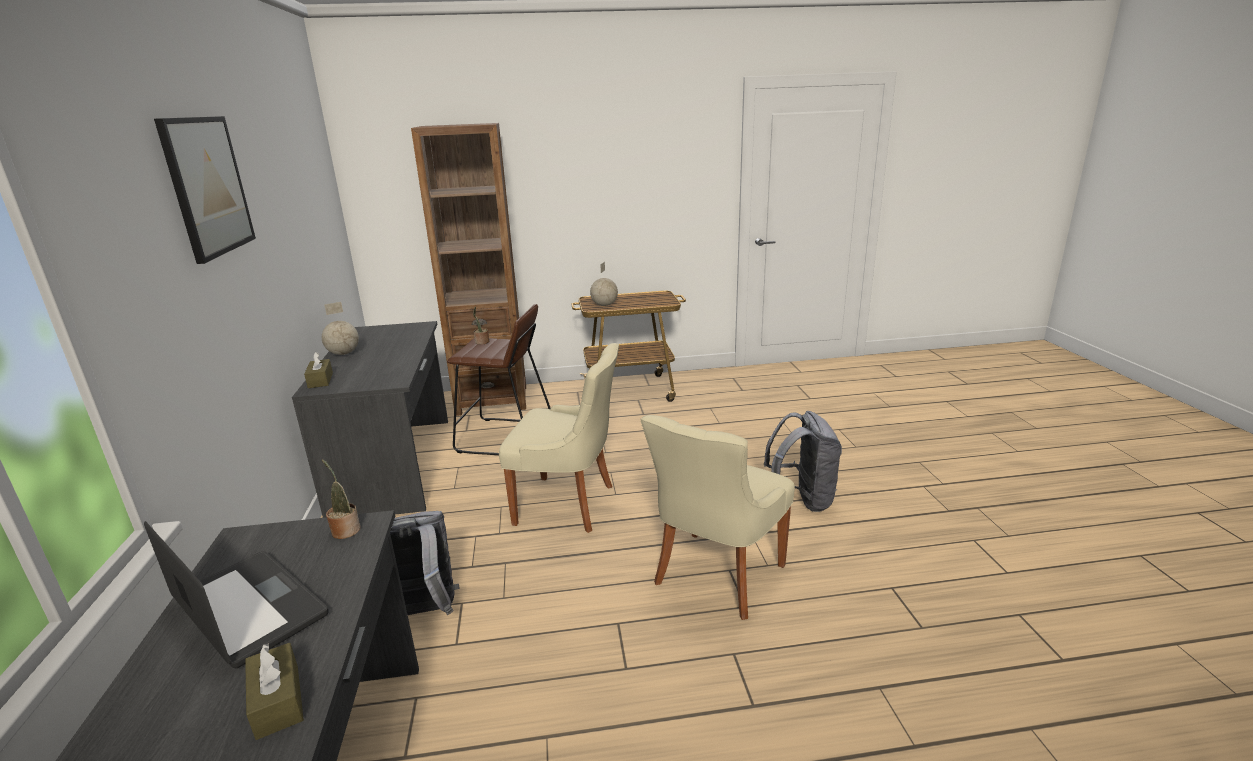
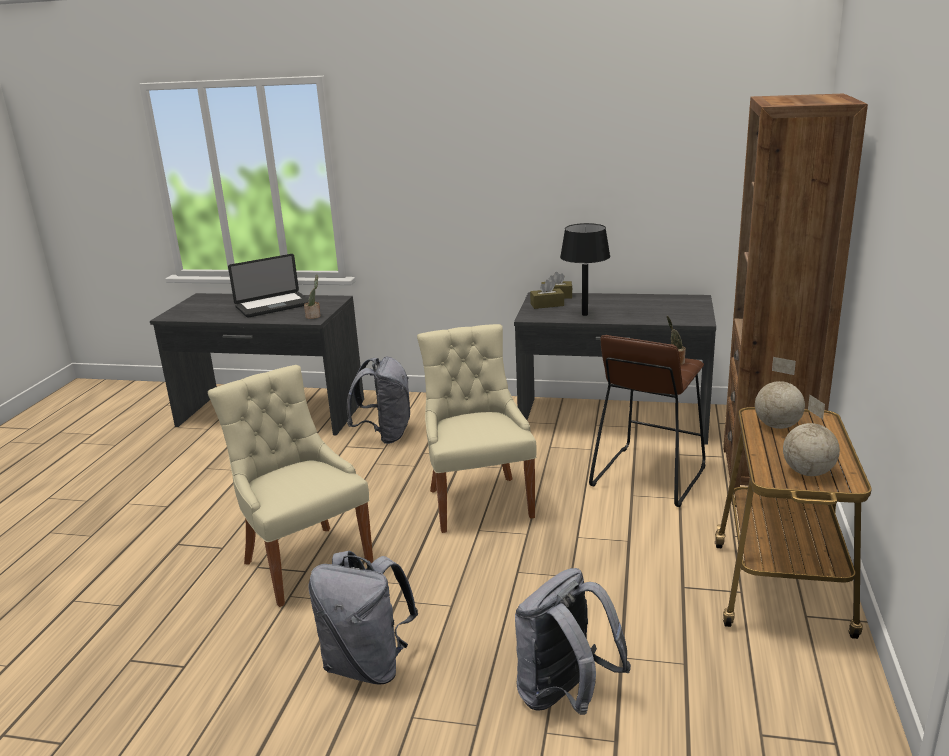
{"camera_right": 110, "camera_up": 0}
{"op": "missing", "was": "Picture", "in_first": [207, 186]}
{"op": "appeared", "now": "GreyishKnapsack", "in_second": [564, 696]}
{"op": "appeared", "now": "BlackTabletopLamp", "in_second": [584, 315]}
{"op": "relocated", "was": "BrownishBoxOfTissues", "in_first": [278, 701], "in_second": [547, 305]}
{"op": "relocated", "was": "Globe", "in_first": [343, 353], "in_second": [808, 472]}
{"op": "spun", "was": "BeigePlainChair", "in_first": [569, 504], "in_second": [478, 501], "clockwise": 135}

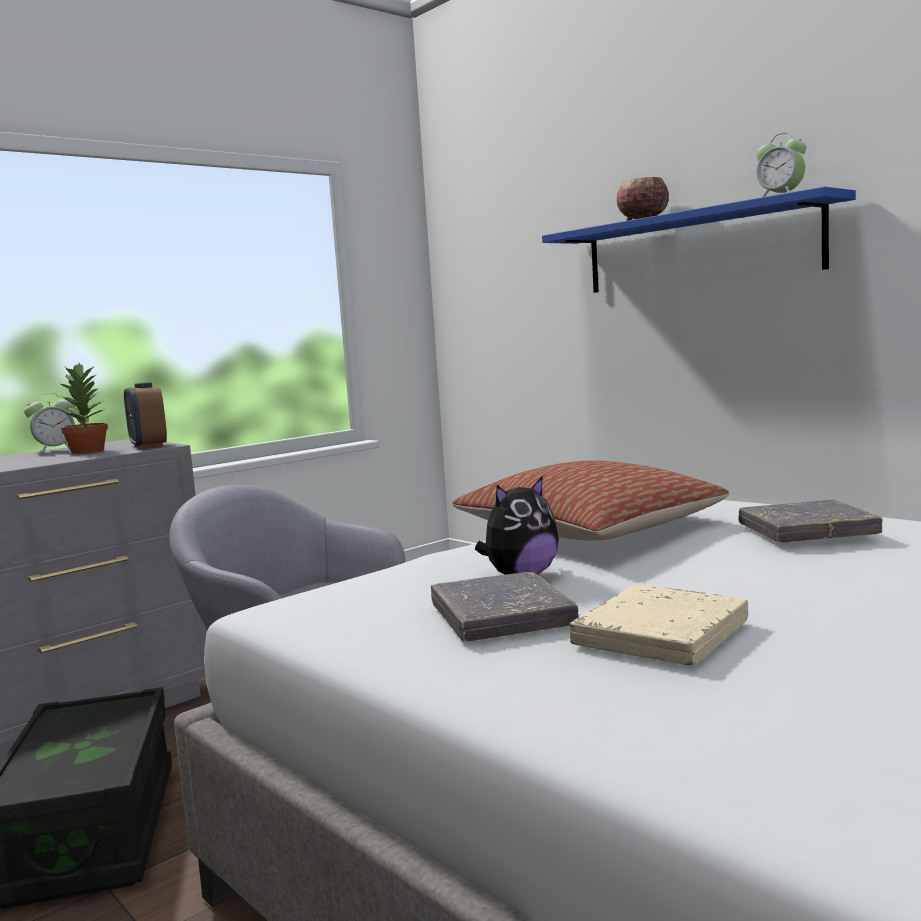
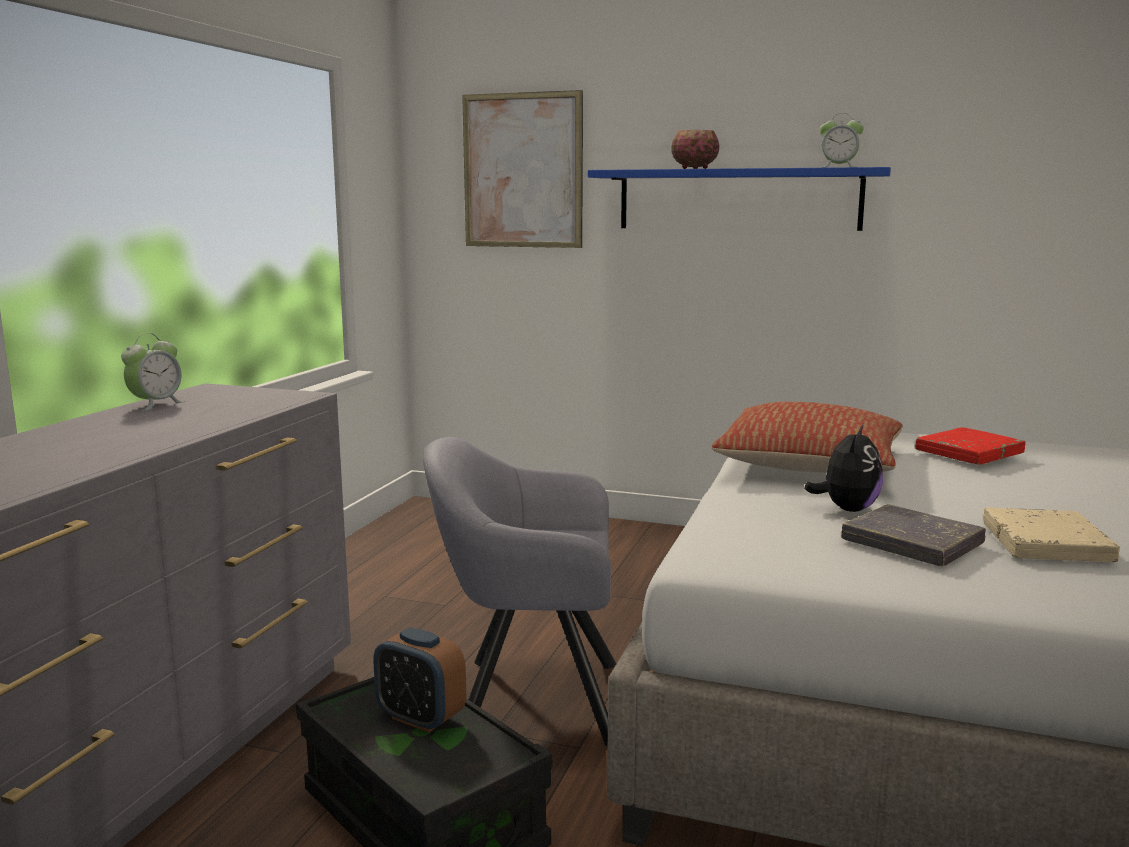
{"camera_right": -30, "camera_up": 5}
{"op": "missing", "was": "PlantInAPot", "in_first": [88, 451]}
{"op": "appeared", "now": "Picture", "in_second": [522, 171]}
{"op": "relocated", "was": "TableClock", "in_first": [148, 446], "in_second": [420, 718]}
{"op": "colour", "was": "GreyishBook", "now": "ReddishBook", "in_first": [807, 530], "in_second": [968, 453]}

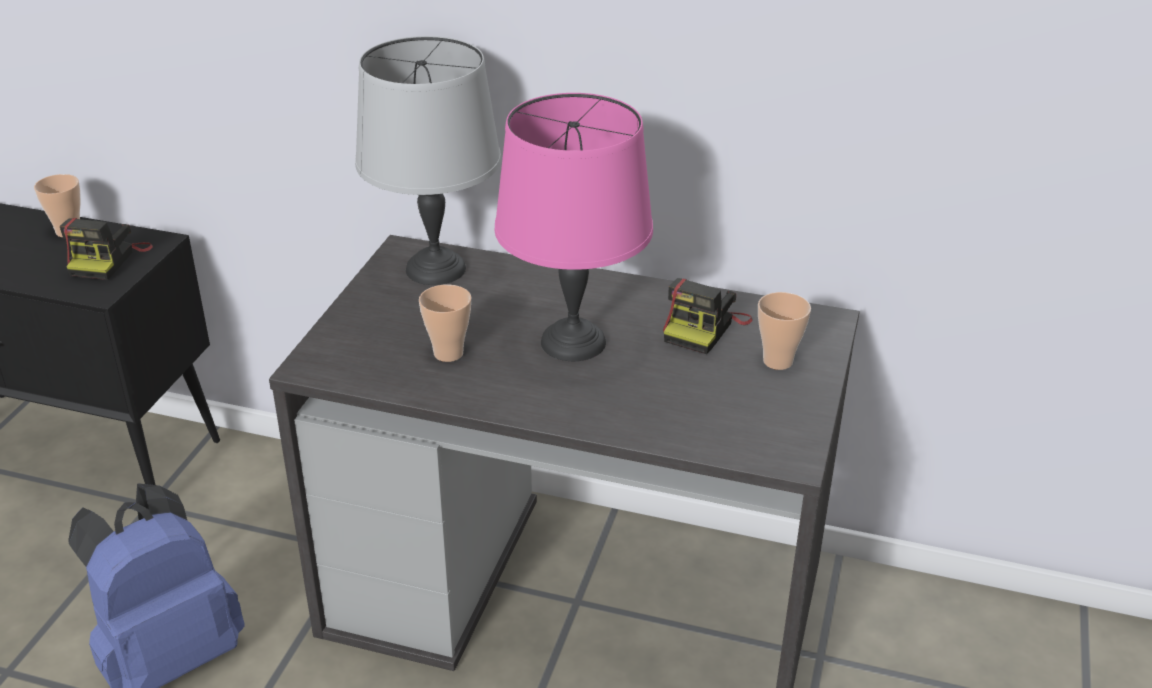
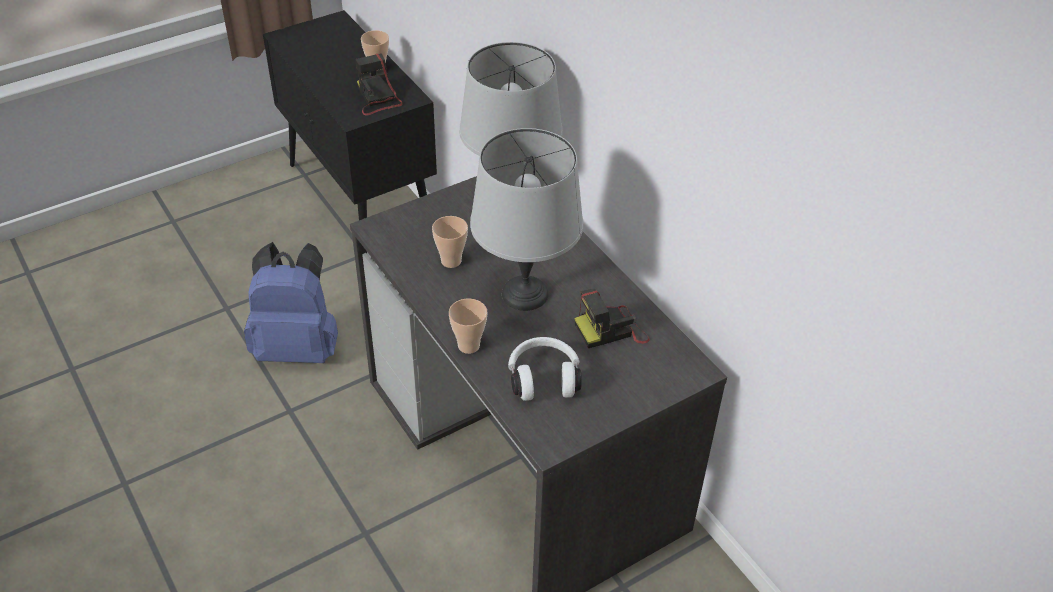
{"camera_right": 40, "camera_up": 10}
{"op": "appeared", "now": "WhiteColouredPairOfHeadphones", "in_second": [543, 377]}
{"op": "relocated", "was": "SmallCup", "in_first": [778, 361], "in_second": [468, 345]}
{"op": "colour", "was": "PinkishTabletopLamp", "now": "GreyishTabletopLamp", "in_first": [574, 342], "in_second": [525, 294]}
{"op": "spun", "was": "PhotoCamera", "in_first": [108, 259], "in_second": [377, 98], "clockwise": 105}

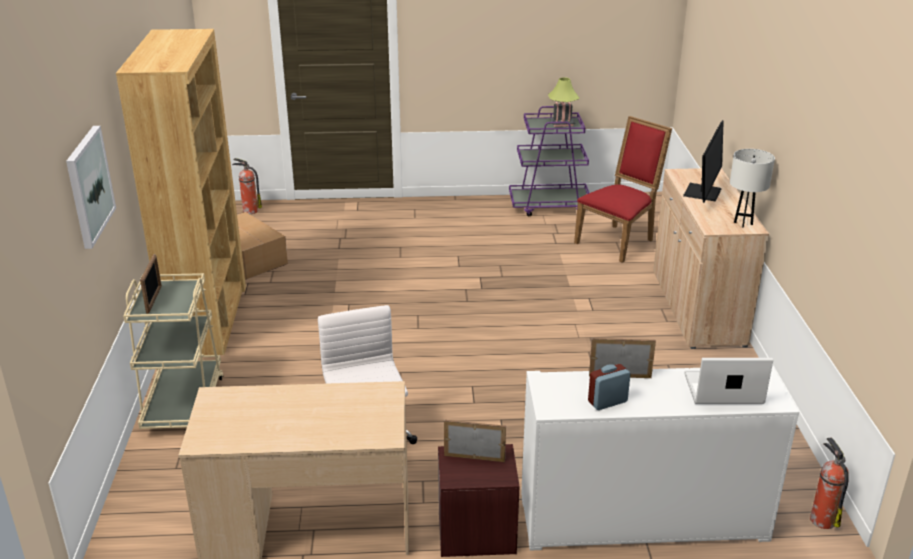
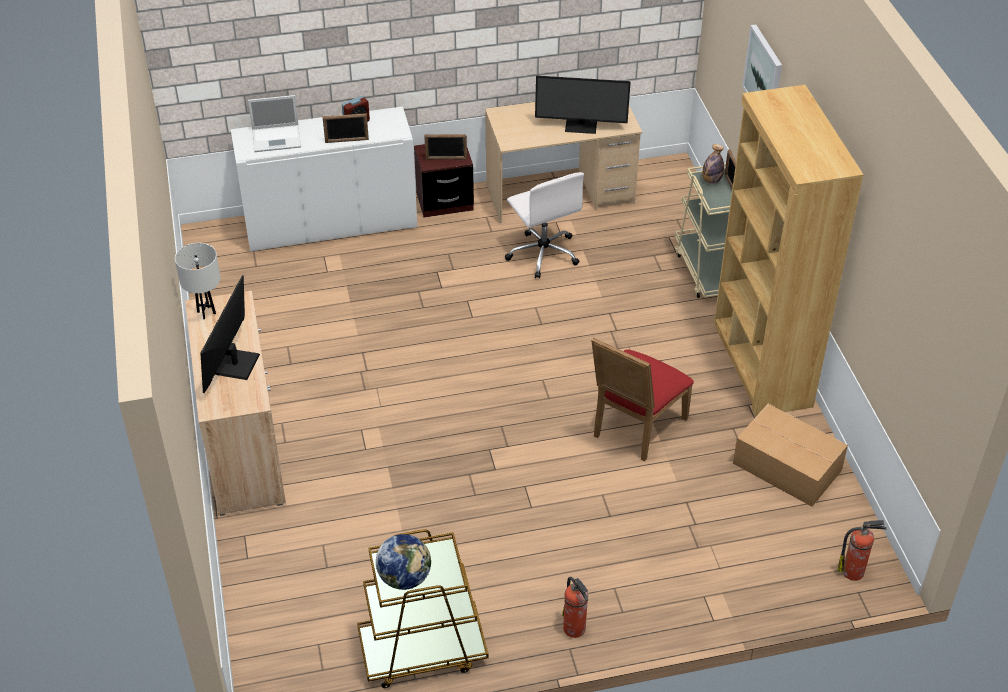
{"camera_right": 170, "camera_up": 15}
{"op": "appeared", "now": "Monitor", "in_second": [581, 124]}
{"op": "appeared", "now": "DrinkBottle", "in_second": [711, 180]}
{"op": "relocated", "was": "ReddishPlainChair", "in_first": [618, 241], "in_second": [635, 429]}
{"op": "relocated", "was": "FireExtinguisher", "in_first": [821, 519], "in_second": [575, 629]}
{"op": "exchanged", "was": "TabletopLamp", "now": "Globe", "in_first": [562, 123], "in_second": [405, 578]}
{"op": "colour", "was": "PurpleColouredCart", "now": "BrownishCart", "in_first": [550, 206], "in_second": [422, 650]}

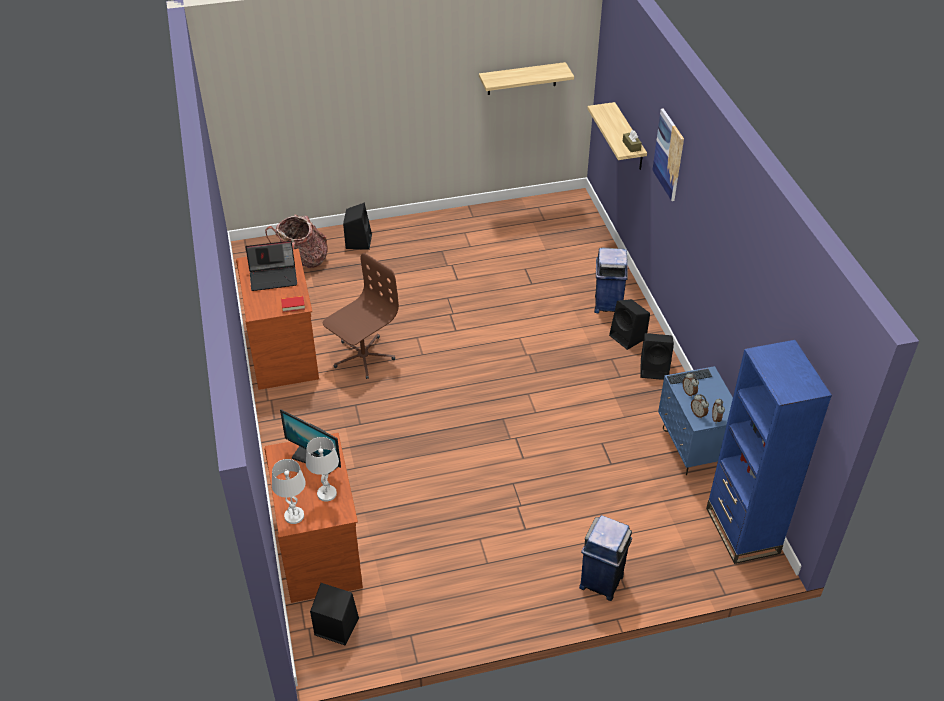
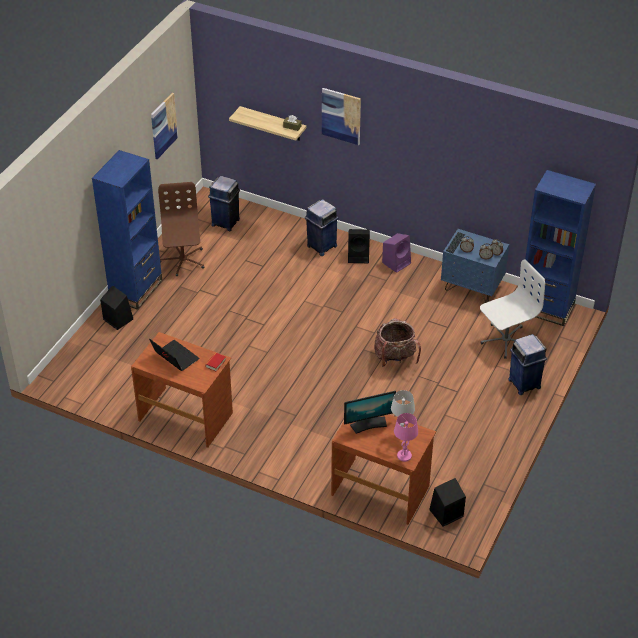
{"camera_right": -50, "camera_up": 0}
{"op": "appeared", "now": "BlueColouredBookcase", "in_second": [136, 290]}
{"op": "appeared", "now": "BlueColouredWasteBin", "in_second": [226, 222]}
{"op": "appeared", "now": "WhiteColouredOfficeChair", "in_second": [505, 340]}
{"op": "relocated", "was": "Knapsack", "in_first": [303, 261], "in_second": [395, 357]}
{"op": "relocated", "was": "BrownishOfficeChair", "in_first": [362, 356], "in_second": [182, 260]}
{"op": "exchanged", "was": "BracketShelf", "now": "Picture", "in_first": [522, 78], "in_second": [163, 125]}
{"op": "colour", "was": "WhiteColouredTabletopLamp", "now": "PinkishTabletopLamp", "in_first": [294, 516], "in_second": [404, 455]}
{"op": "colour", "was": "BlackSpeaker", "now": "PurpleColouredSpeaker", "in_first": [655, 369], "in_second": [396, 262]}
{"op": "spun", "was": "NotebookComputer", "in_first": [274, 276], "in_second": [174, 357], "clockwise": -75}

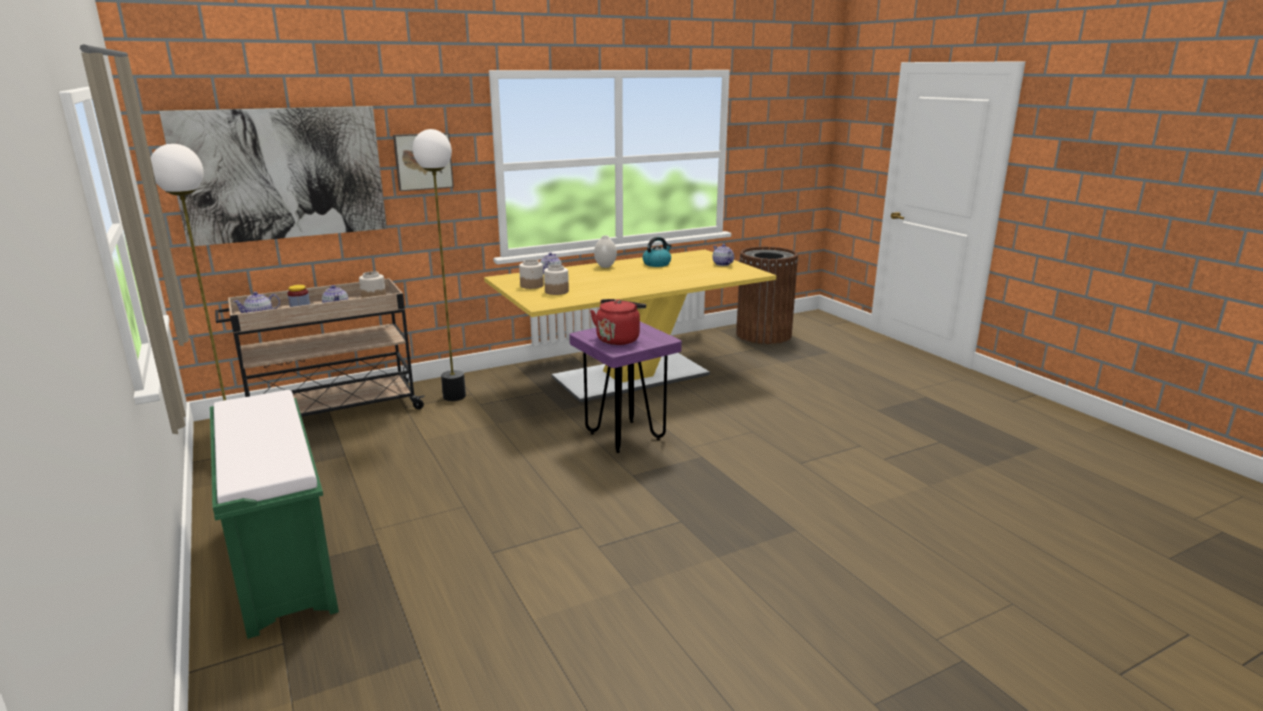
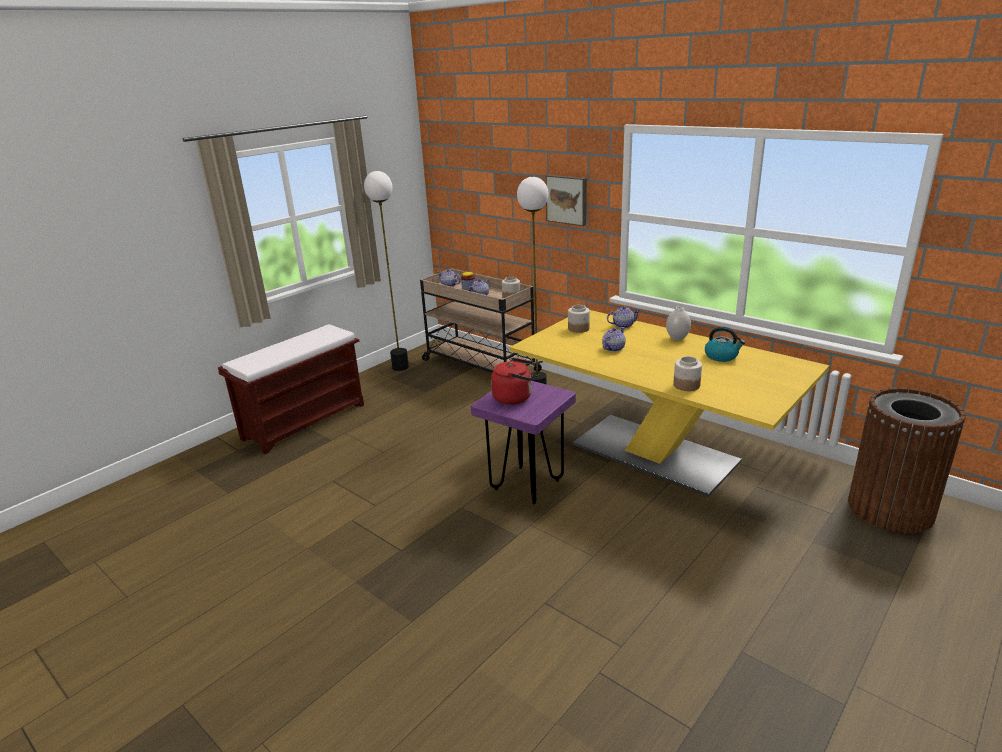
{"camera_right": 70, "camera_up": 5}
{"op": "missing", "was": "Picture", "in_first": [282, 174]}
{"op": "relocated", "was": "StorageJar", "in_first": [556, 291], "in_second": [686, 385]}
{"op": "relocated", "was": "TeaPot", "in_first": [722, 264], "in_second": [613, 348]}
{"op": "colour", "was": "GreenColouredIndoorBench", "now": "BrownishIndoorBench", "in_first": [282, 562], "in_second": [305, 421]}

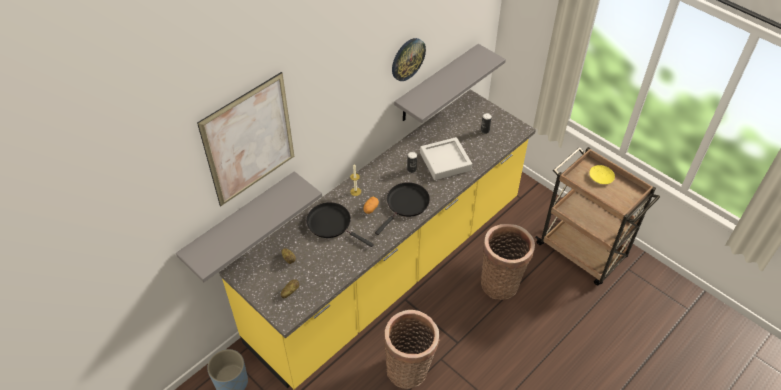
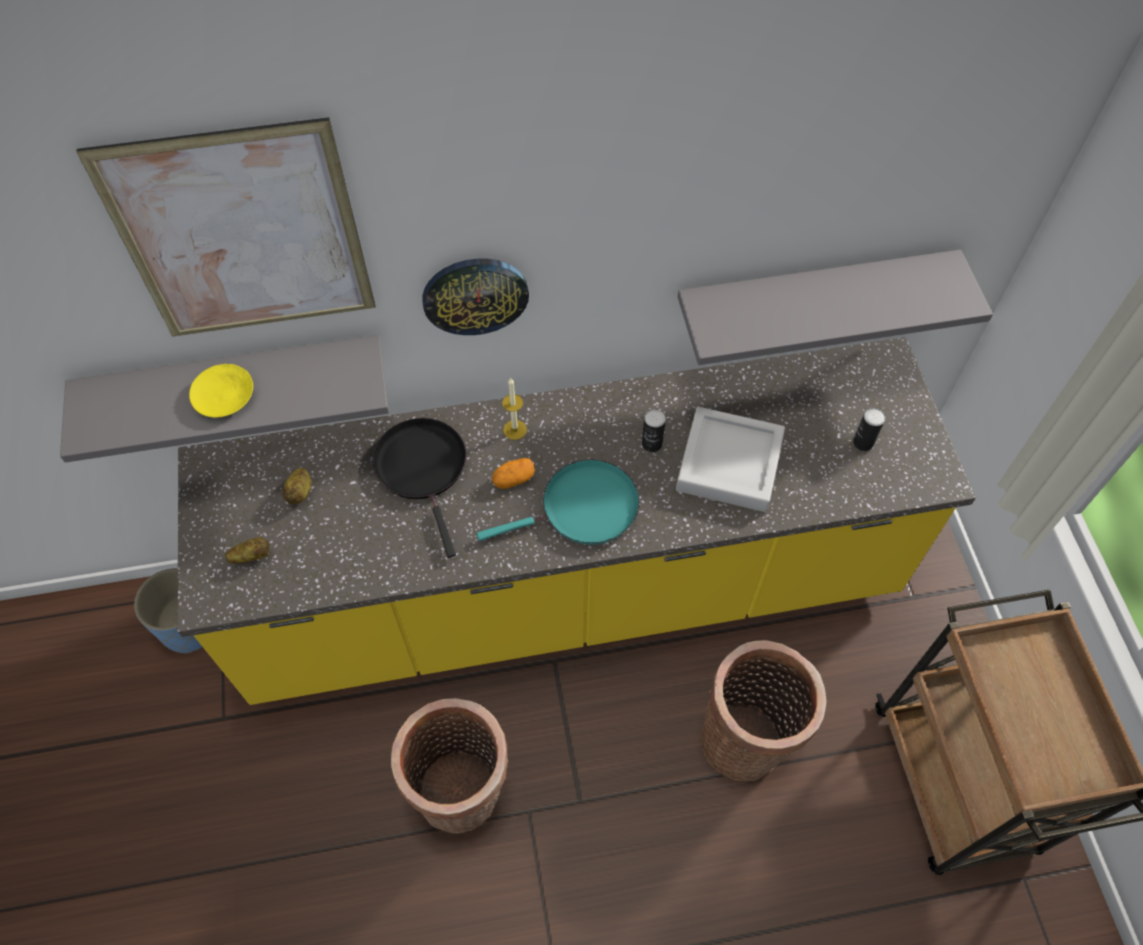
{"camera_right": 35, "camera_up": 10}
{"op": "relocated", "was": "HangingClock", "in_first": [407, 59], "in_second": [475, 295]}
{"op": "relocated", "was": "YellowDinnerPlate", "in_first": [601, 177], "in_second": [224, 395]}
{"op": "colour", "was": "BlackFryingPan", "now": "TurquoiseColouredFryingPan", "in_first": [406, 204], "in_second": [583, 509]}

